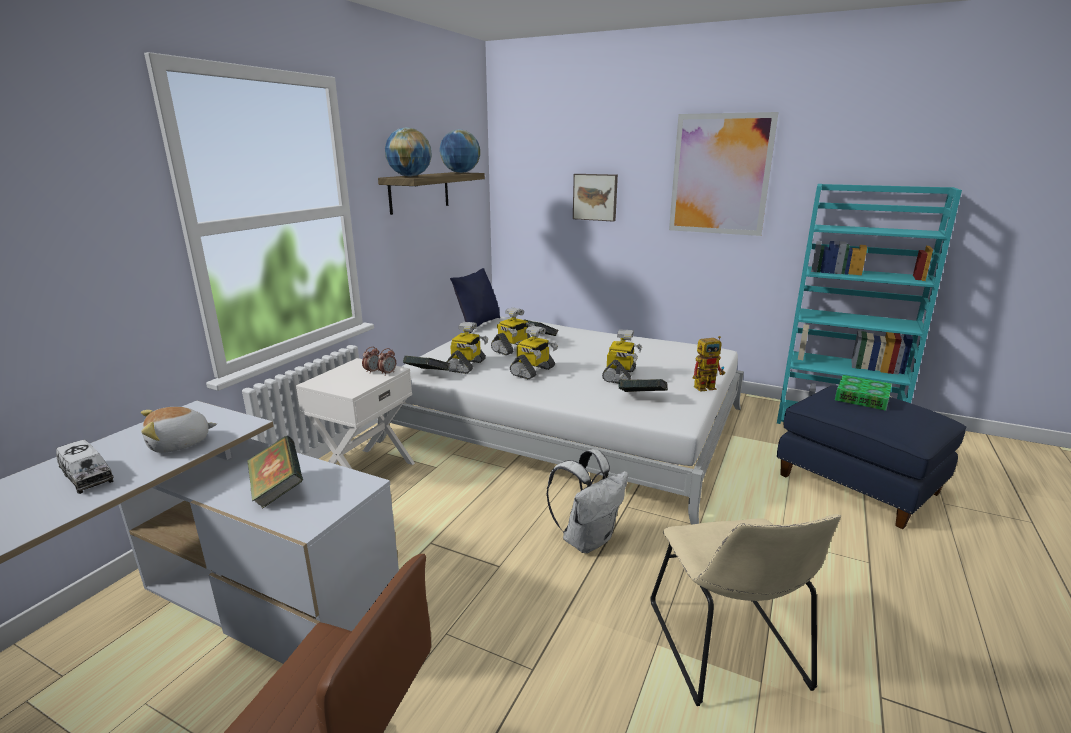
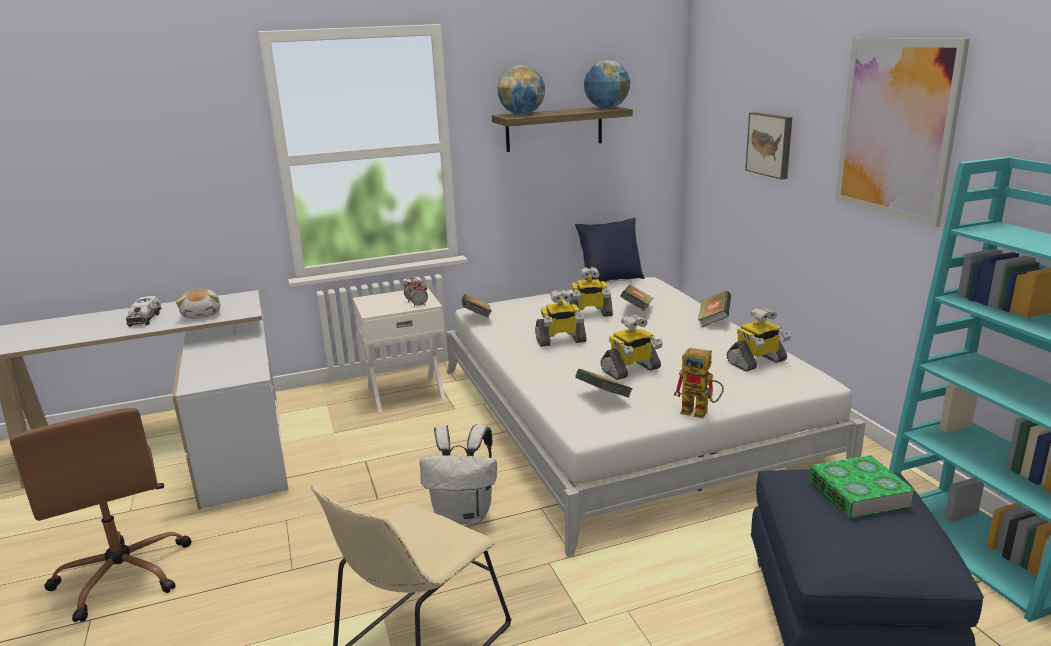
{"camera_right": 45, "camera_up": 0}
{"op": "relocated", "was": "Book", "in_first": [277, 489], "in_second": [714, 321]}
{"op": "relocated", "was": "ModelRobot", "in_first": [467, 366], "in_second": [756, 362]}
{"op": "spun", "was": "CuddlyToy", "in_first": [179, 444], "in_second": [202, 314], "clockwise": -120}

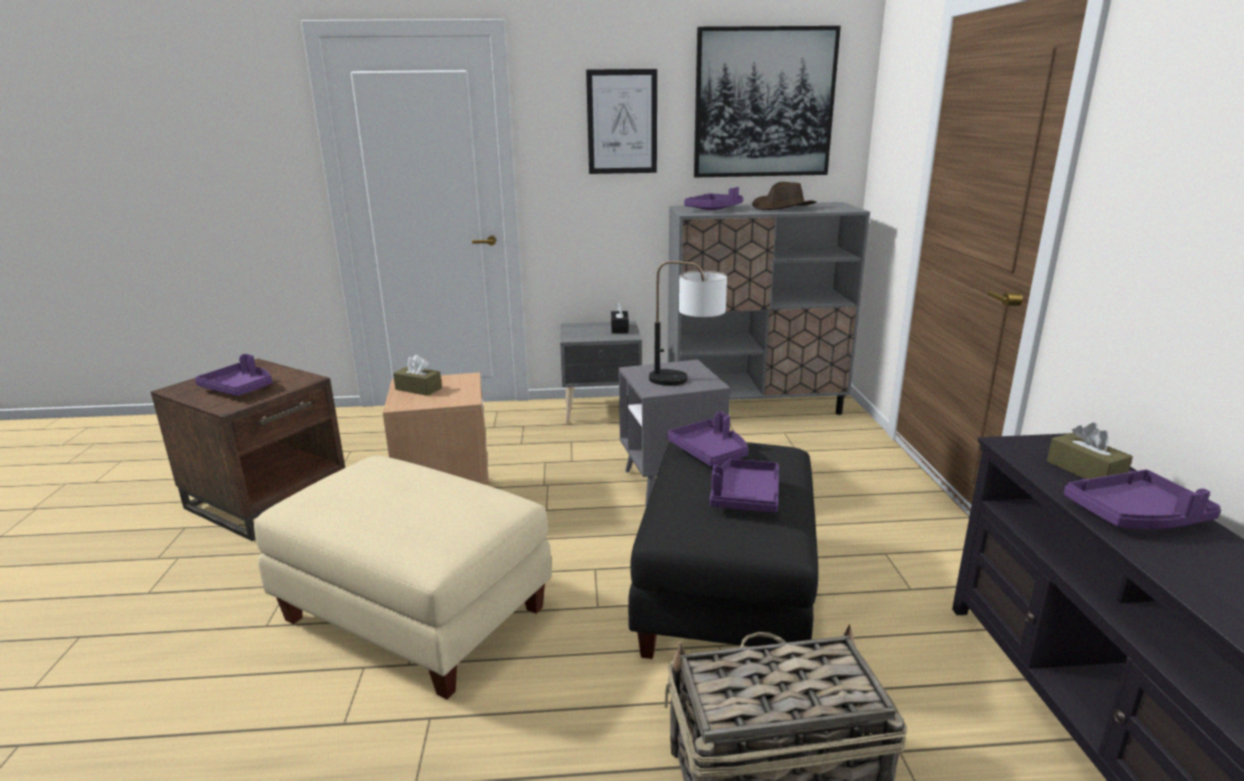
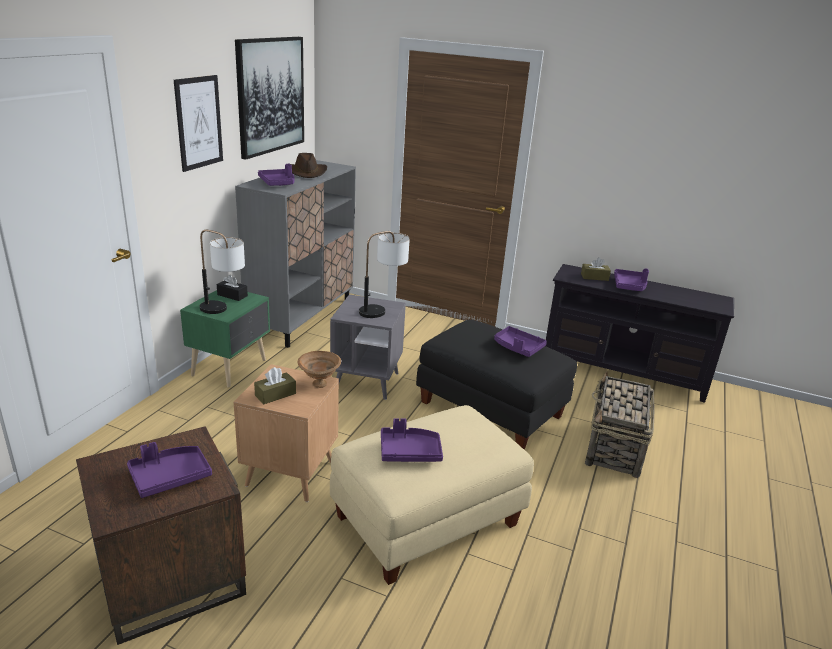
{"camera_right": -65, "camera_up": 5}
{"op": "appeared", "now": "TabletopLamp", "in_second": [224, 311]}
{"op": "appeared", "now": "BrownishDeepDish", "in_second": [320, 384]}
{"op": "relocated", "was": "PurpleColouredCarryingTray", "in_first": [710, 452], "in_second": [409, 452]}
{"op": "colour", "was": "GreyishNightTable", "now": "GreenColouredNightTable", "in_first": [602, 411], "in_second": [231, 367]}

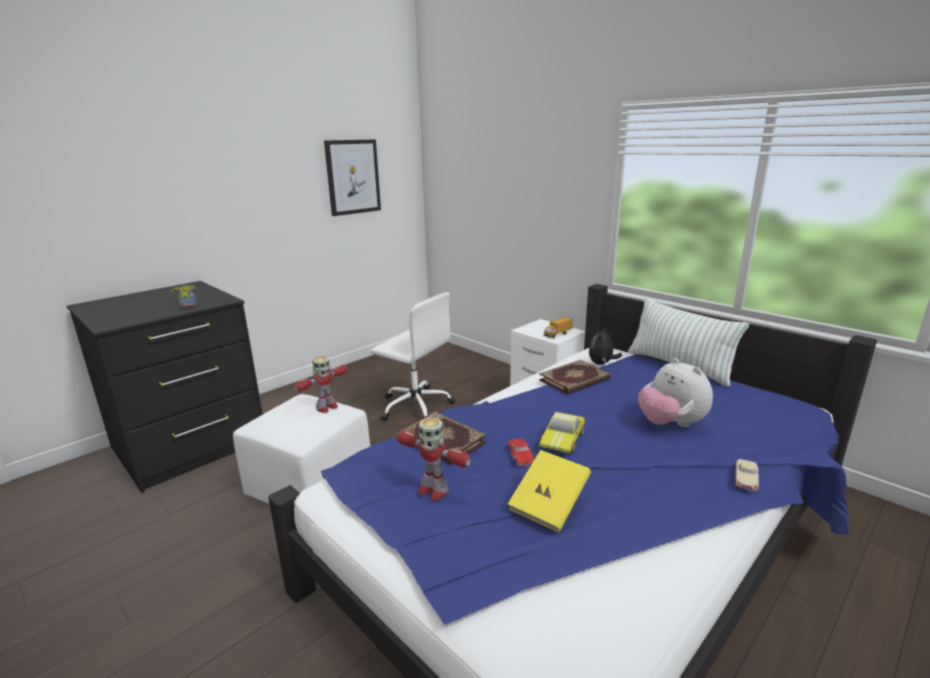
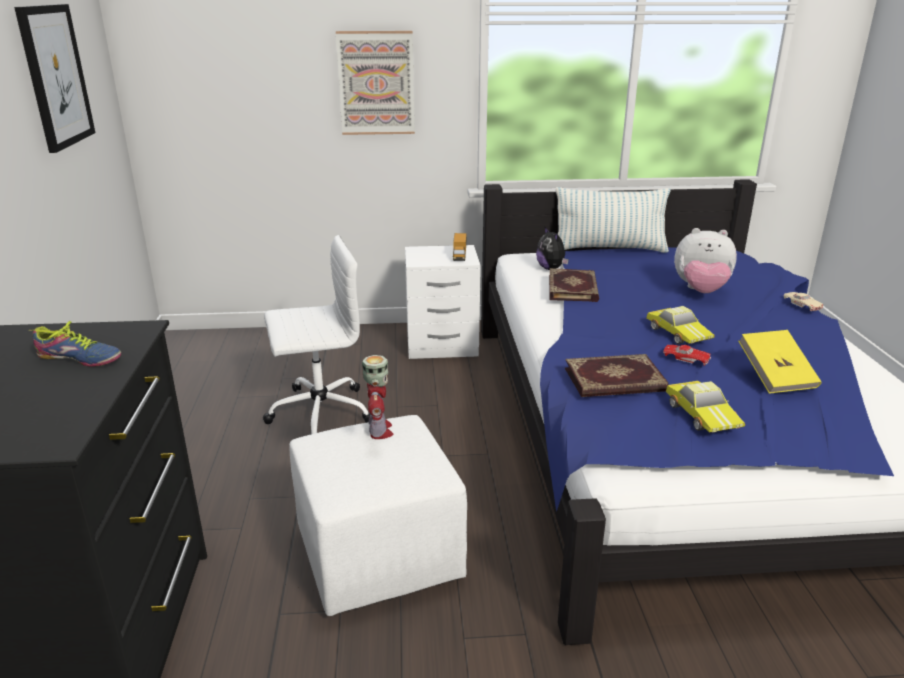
{"camera_right": -50, "camera_up": 5}
{"op": "appeared", "now": "Picture", "in_second": [376, 83]}
{"op": "exchanged", "was": "ModelRobot", "now": "ModelCar", "in_first": [432, 490], "in_second": [703, 414]}

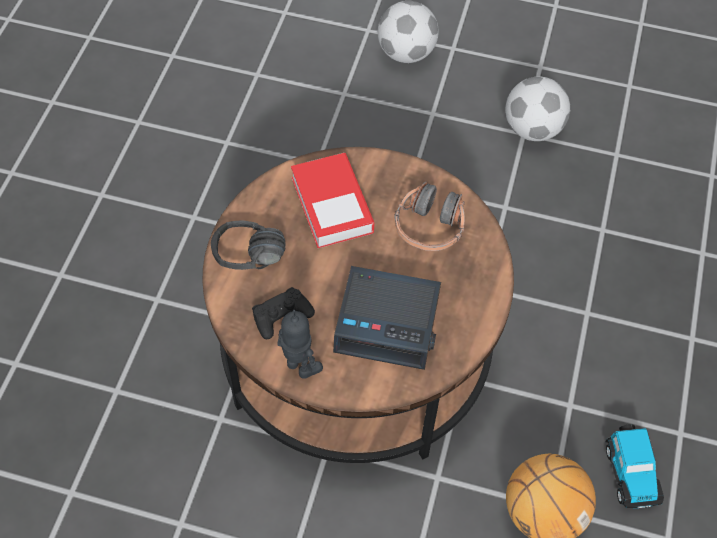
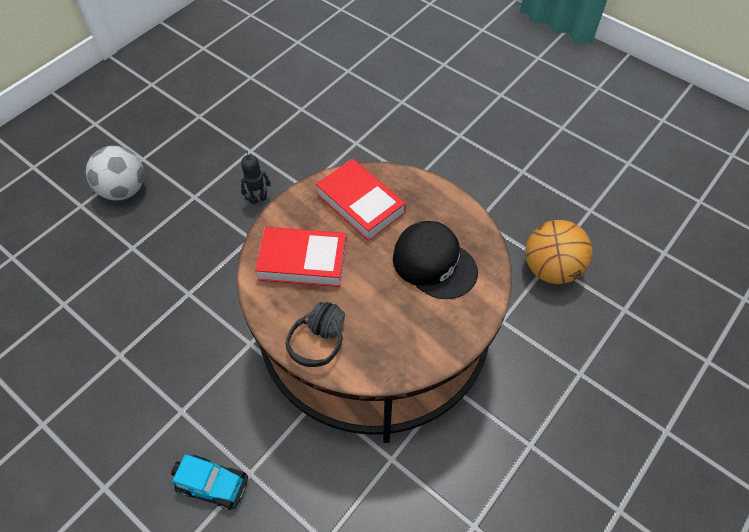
{"camera_right": -65, "camera_up": 0}
{"op": "missing", "was": "BlackGamepad", "in_first": [282, 315]}
{"op": "missing", "was": "Football", "in_first": [532, 129]}
{"op": "relocated", "was": "ModelRobot", "in_first": [299, 367], "in_second": [258, 199]}
{"op": "relocated", "was": "ModelCar", "in_first": [631, 472], "in_second": [211, 484]}
{"op": "exchanged", "was": "TableClock", "now": "BlackBaseballCap", "in_first": [388, 322], "in_second": [434, 263]}
{"op": "exchanged", "was": "PairOfHeadphones", "now": "Book", "in_first": [429, 227], "in_second": [360, 203]}

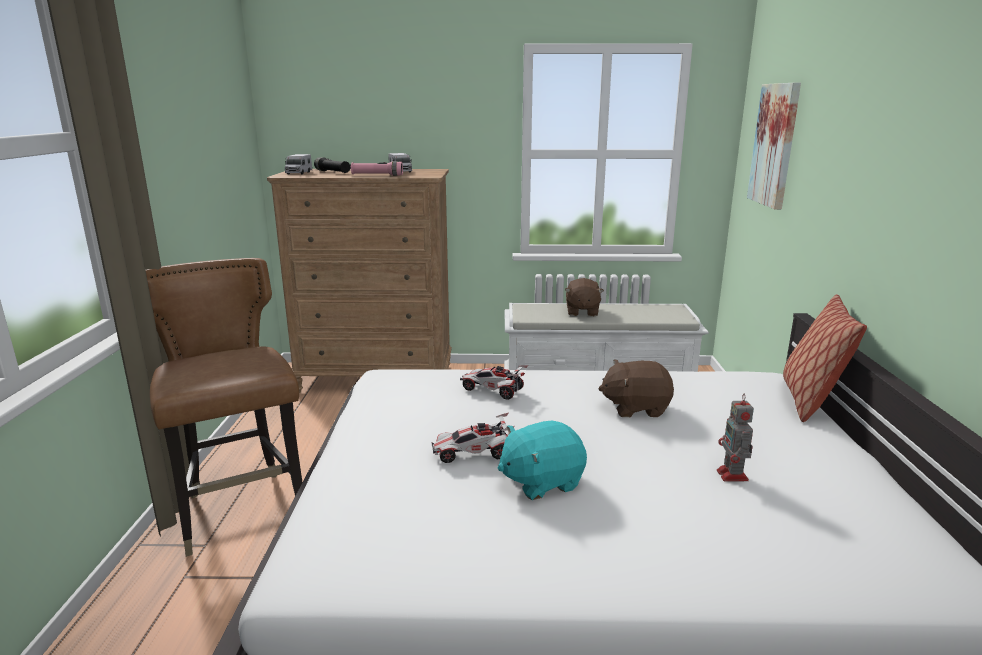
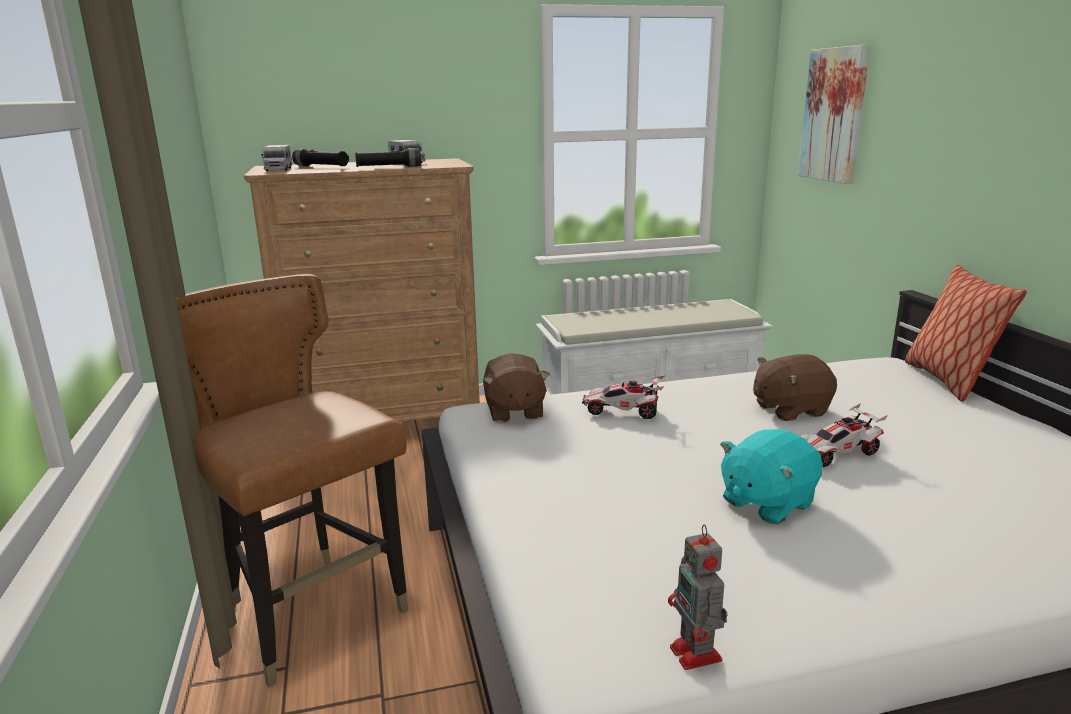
{"camera_right": -15, "camera_up": 0}
{"op": "relocated", "was": "ModelCar", "in_first": [472, 453], "in_second": [836, 454]}
{"op": "relocated", "was": "BrownishCuddlyToy", "in_first": [582, 312], "in_second": [514, 411]}
{"op": "relocated", "was": "ModelRobot", "in_first": [733, 476], "in_second": [697, 655]}
{"op": "colour", "was": "PinkishTorch", "now": "BlackTorch", "in_first": [377, 175], "in_second": [389, 167]}

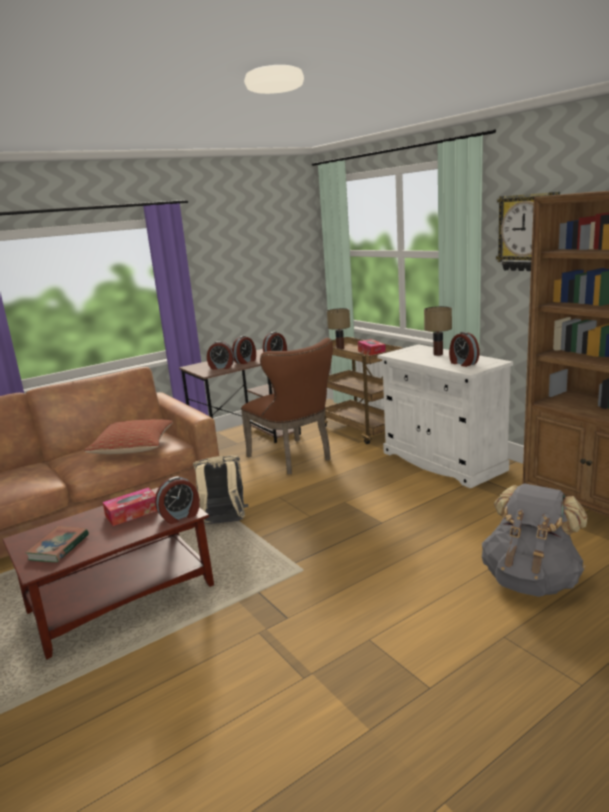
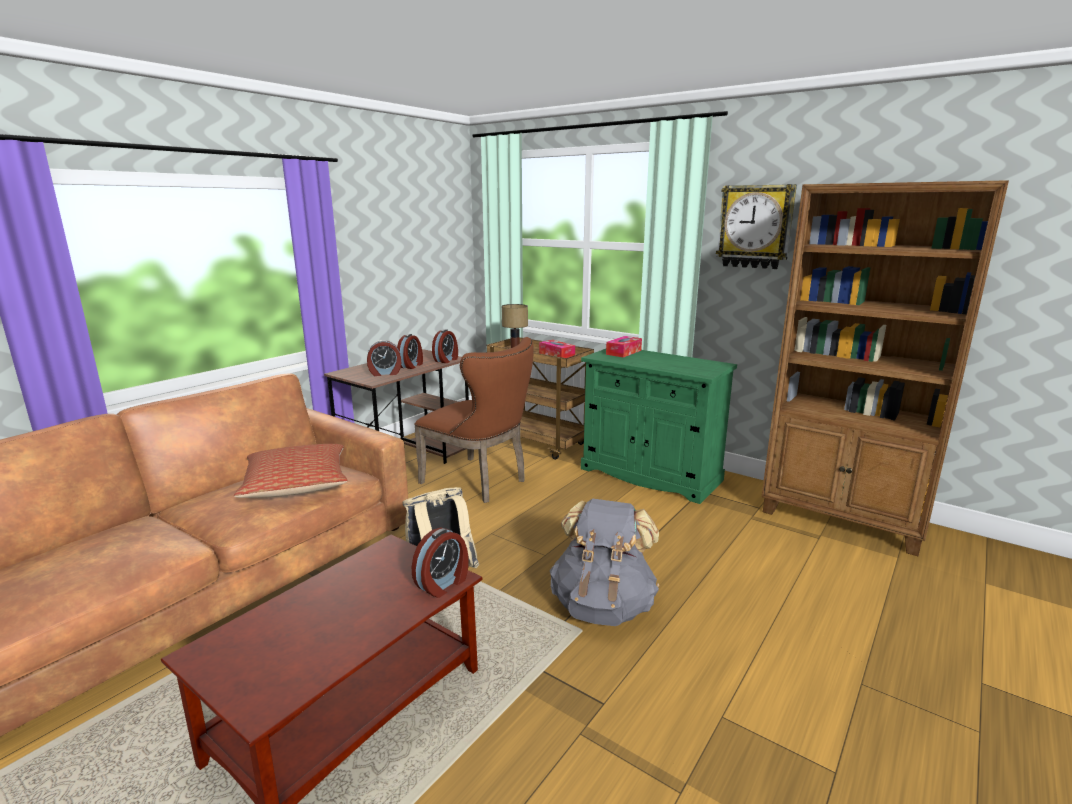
{"camera_right": -20, "camera_up": 0}
{"op": "missing", "was": "Book", "in_first": [58, 547]}
{"op": "missing", "was": "TabletopLamp", "in_first": [438, 354]}
{"op": "missing", "was": "TableClock", "in_first": [463, 363]}
{"op": "relocated", "was": "BoxOfTissues", "in_first": [132, 513], "in_second": [623, 352]}
{"op": "relocated", "was": "GreyishKnapsack", "in_first": [531, 580], "in_second": [603, 606]}
{"op": "colour", "was": "WhiteColouredCabinet", "now": "GreenColouredCabinet", "in_first": [442, 461], "in_second": [650, 475]}

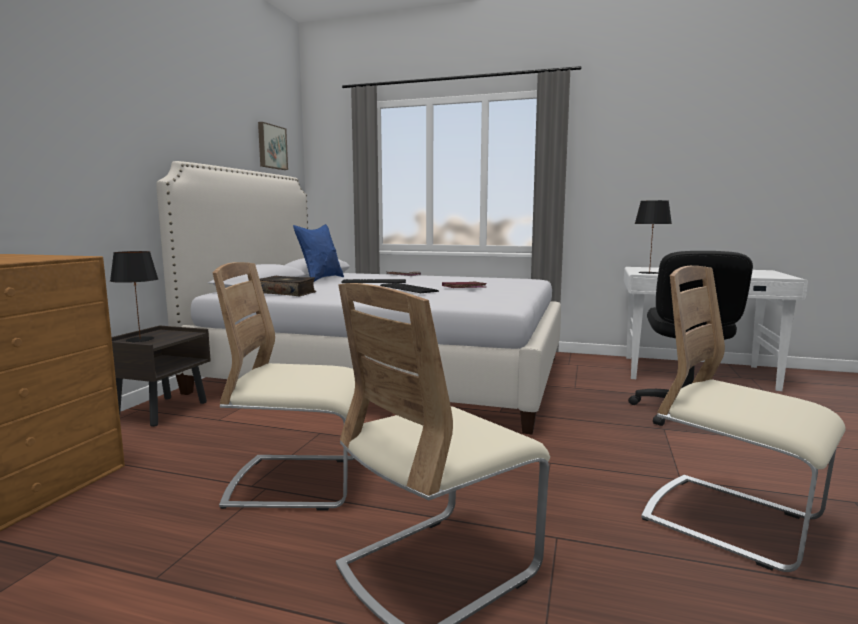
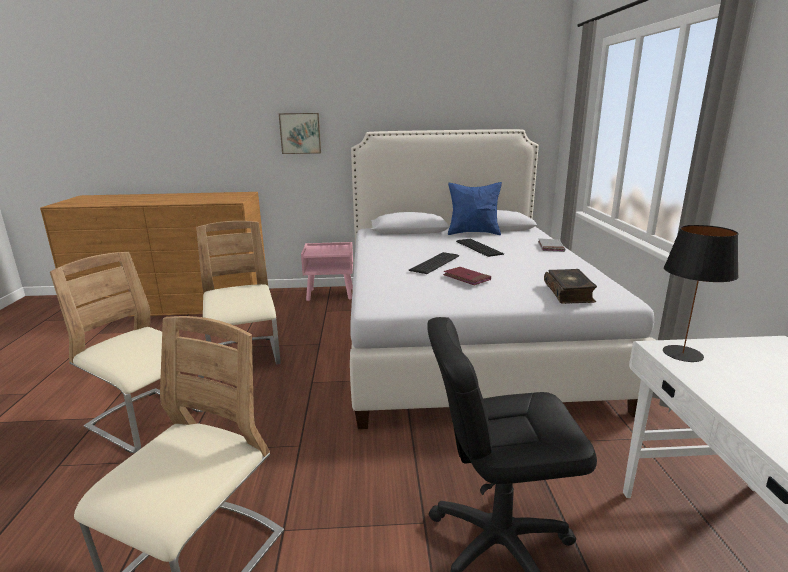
{"camera_right": 70, "camera_up": 10}
{"op": "missing", "was": "BlackTabletopLamp", "in_first": [139, 339]}
{"op": "relocated", "was": "Picture", "in_first": [271, 147], "in_second": [300, 133]}
{"op": "relocated", "was": "Book", "in_first": [287, 293], "in_second": [569, 293]}
{"op": "colour", "was": "BrownishNightTable", "now": "PinkishNightTable", "in_first": [162, 411], "in_second": [331, 294]}

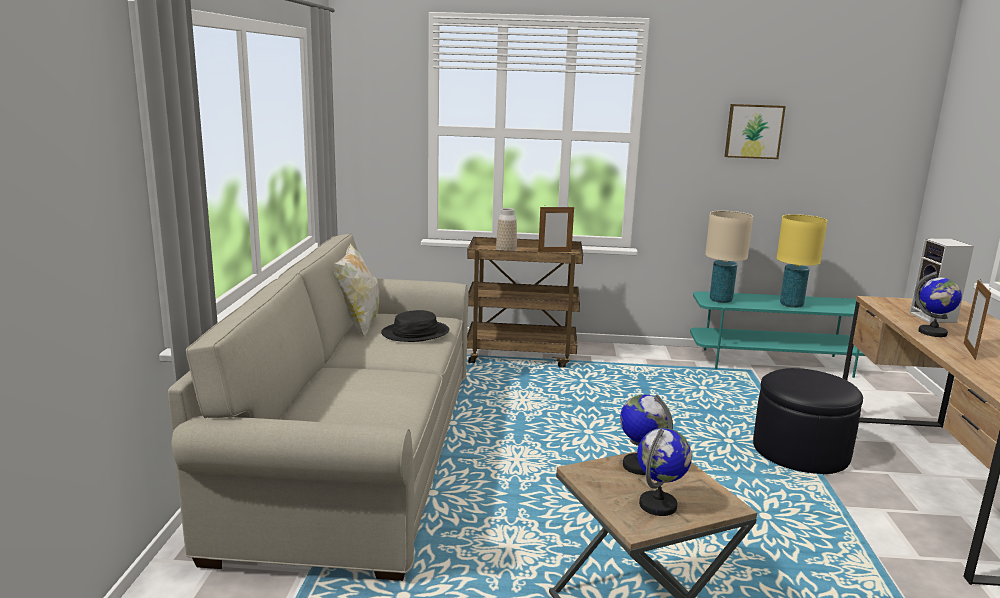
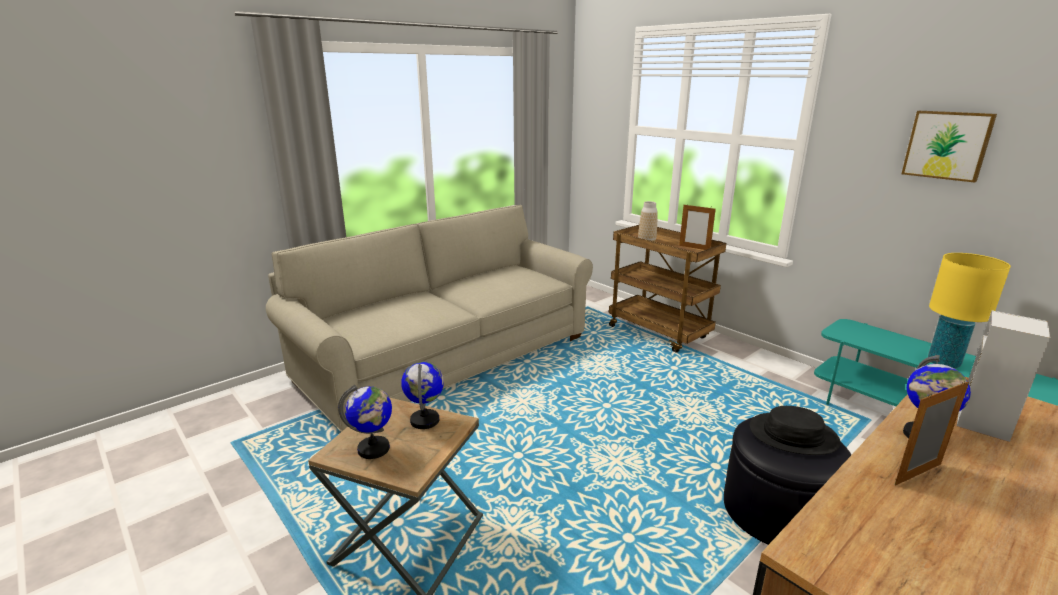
{"camera_right": 45, "camera_up": 5}
{"op": "missing", "was": "ThrowPillow", "in_first": [358, 325]}
{"op": "missing", "was": "BeigeTabletopLamp", "in_first": [721, 300]}
{"op": "relocated", "was": "BlackClothingHat", "in_first": [415, 333], "in_second": [793, 435]}

